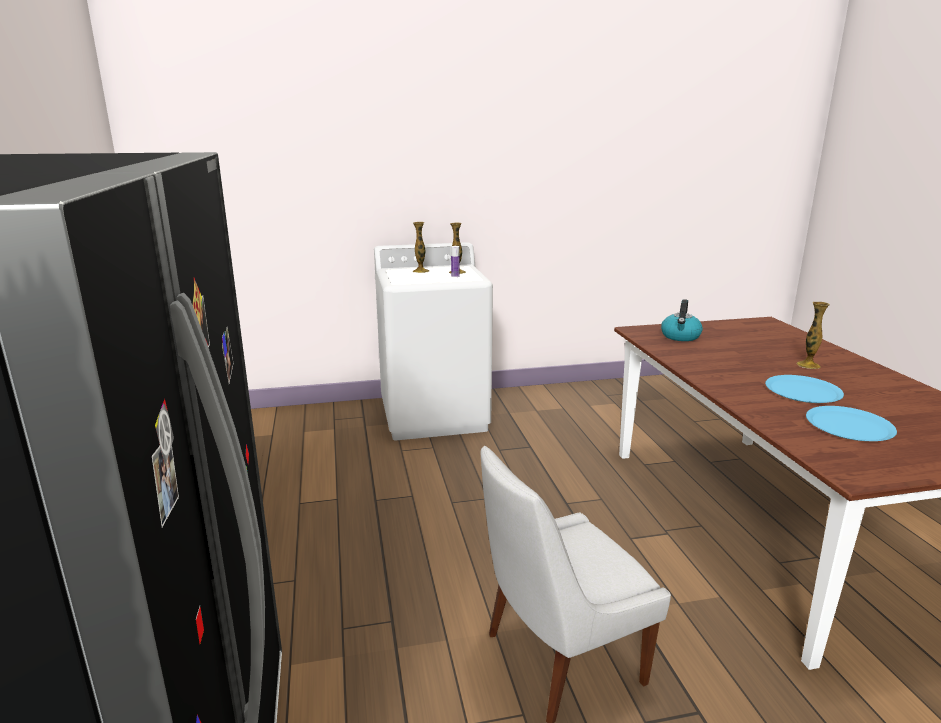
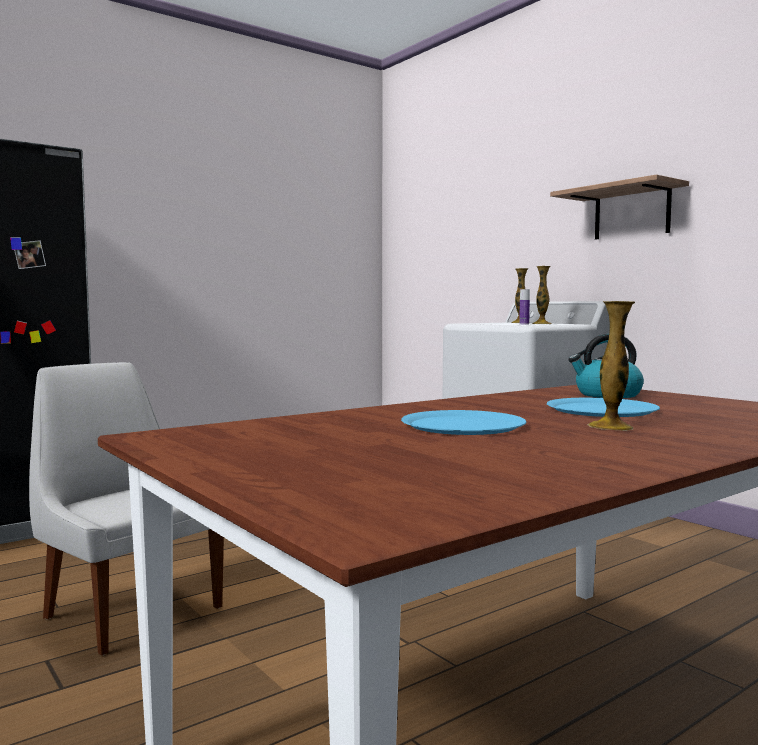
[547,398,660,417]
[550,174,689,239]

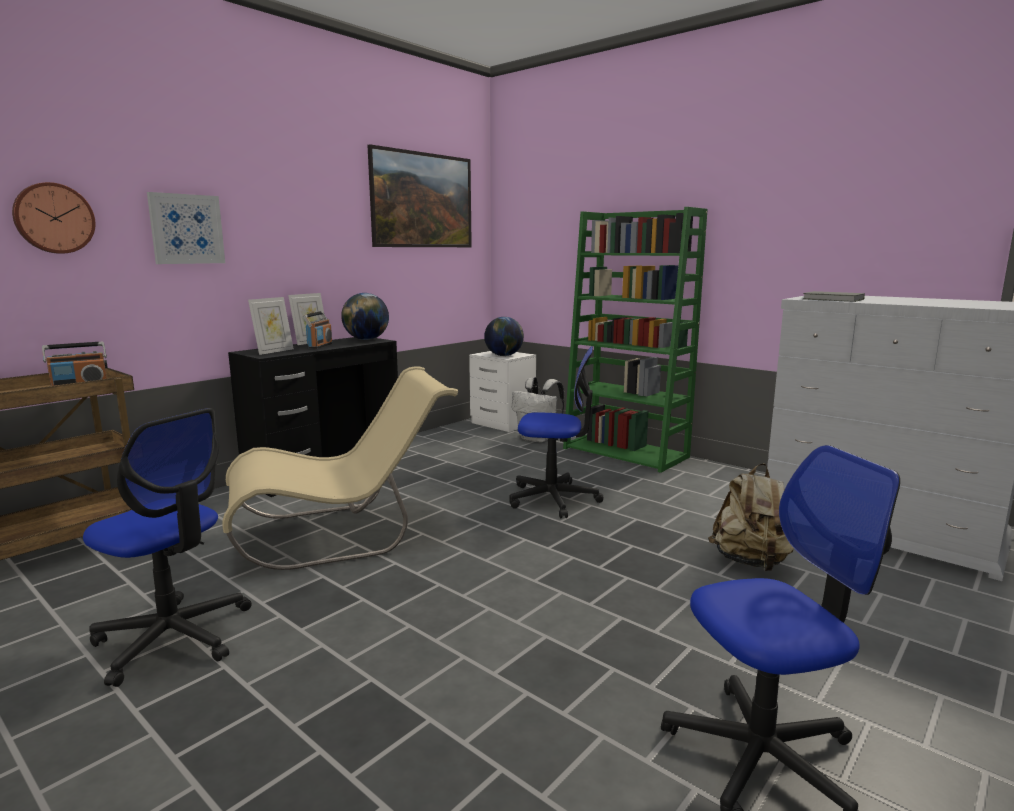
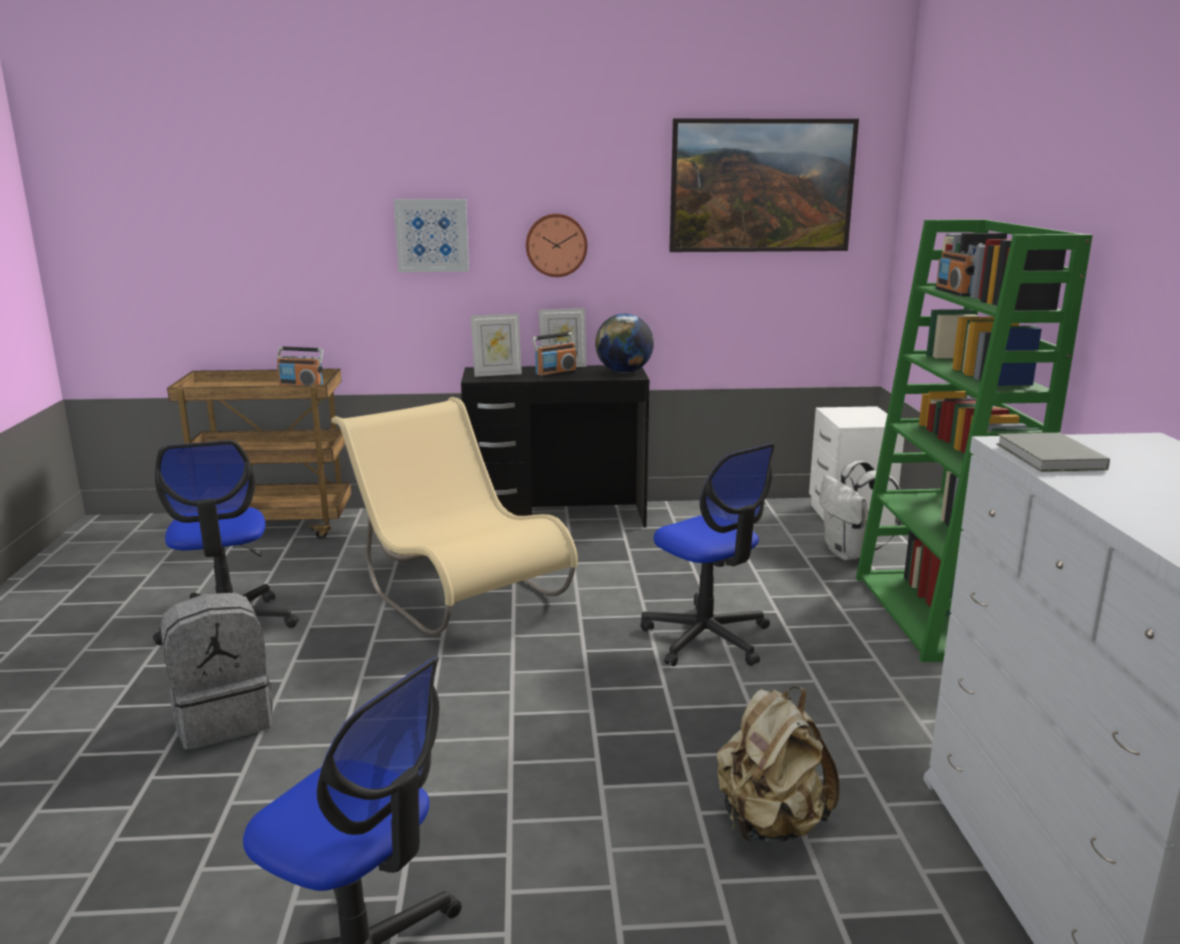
[526,214,587,277]
[331,397,578,635]
[484,317,524,356] (first image)
[160,593,273,750]
[935,240,985,296]

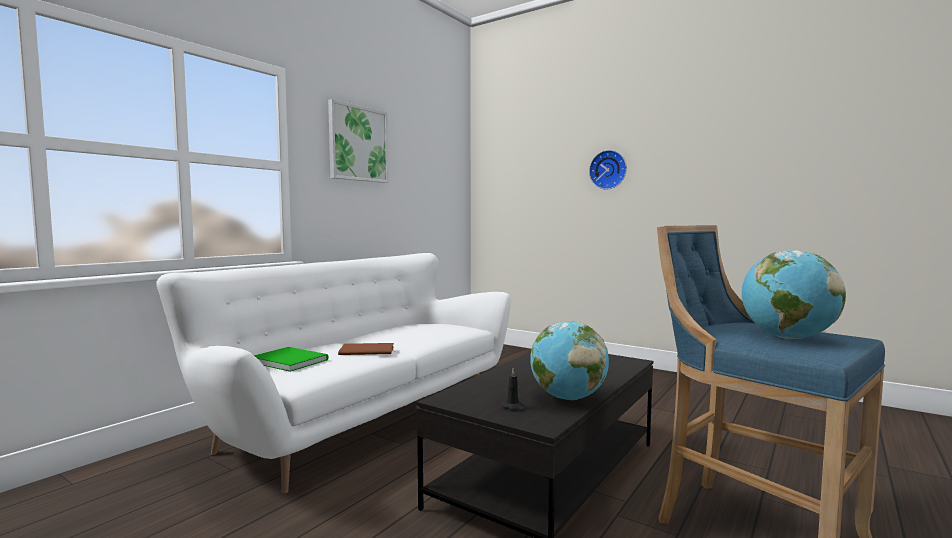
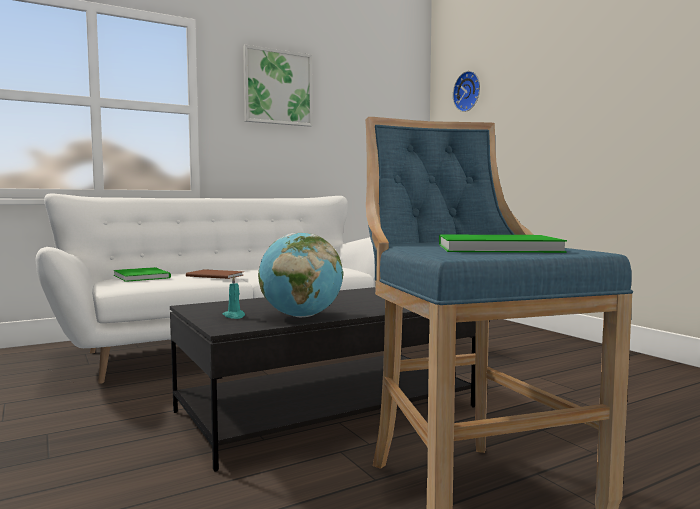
[223,275,245,319]
[453,71,480,112]
[439,235,567,253]

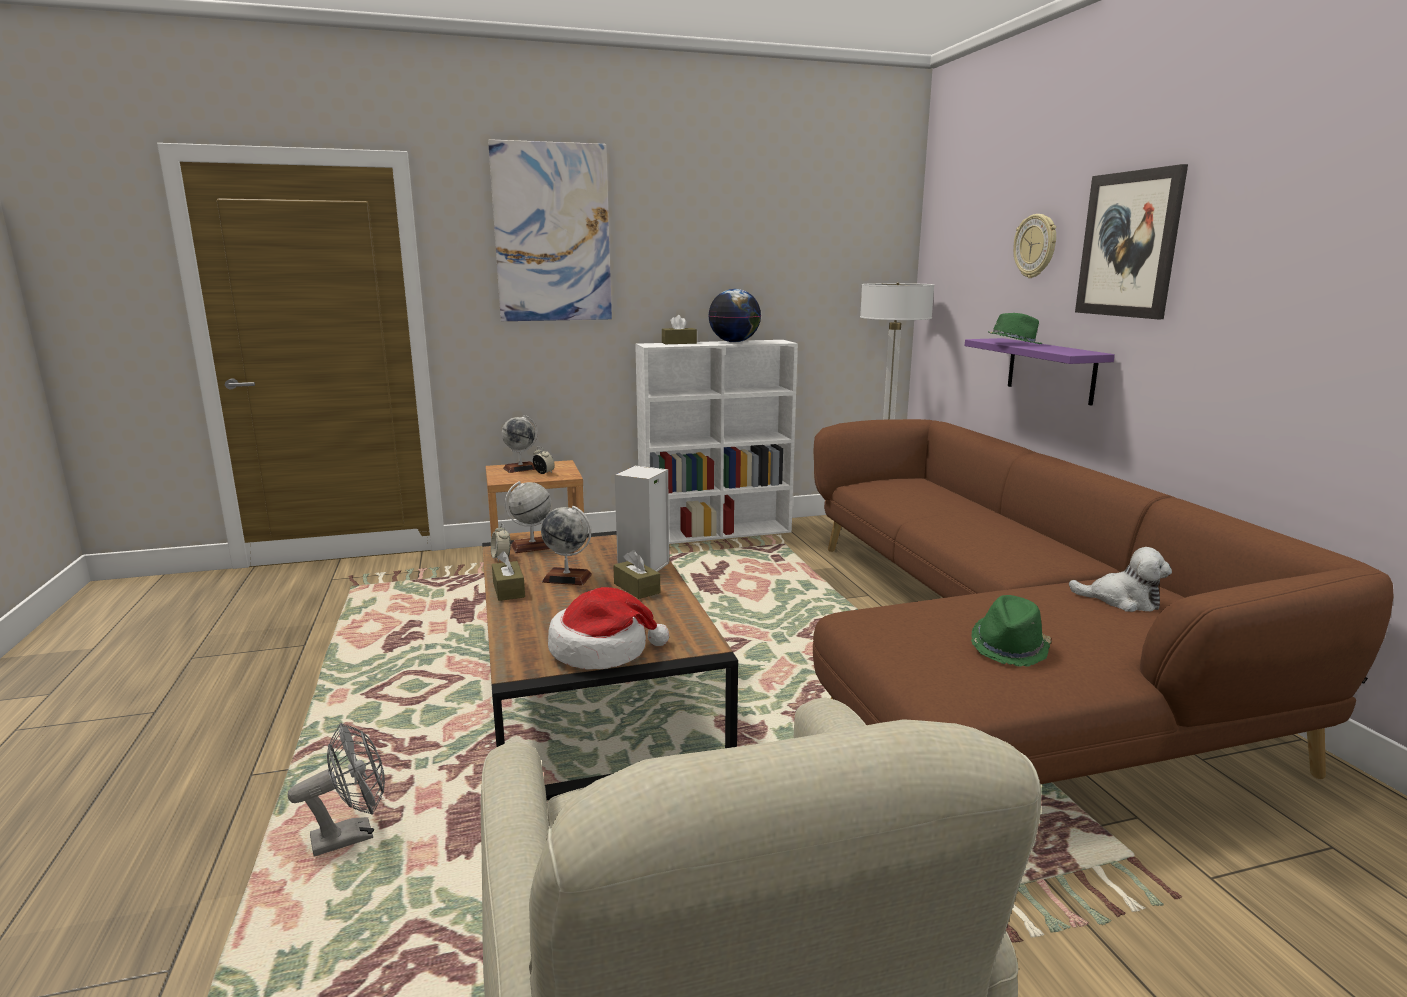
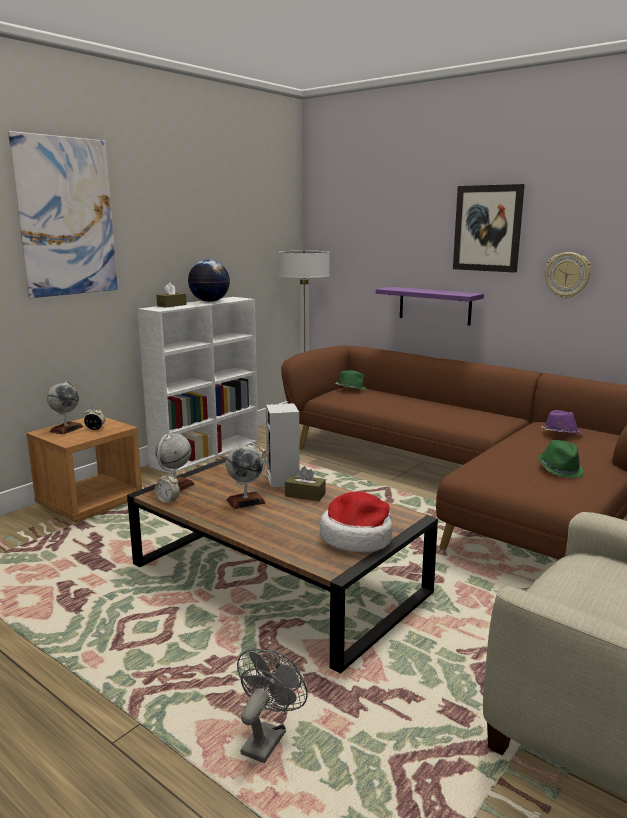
[492,551,525,601] (first image)
[335,370,367,389]
[545,252,591,298]
[541,410,583,433]

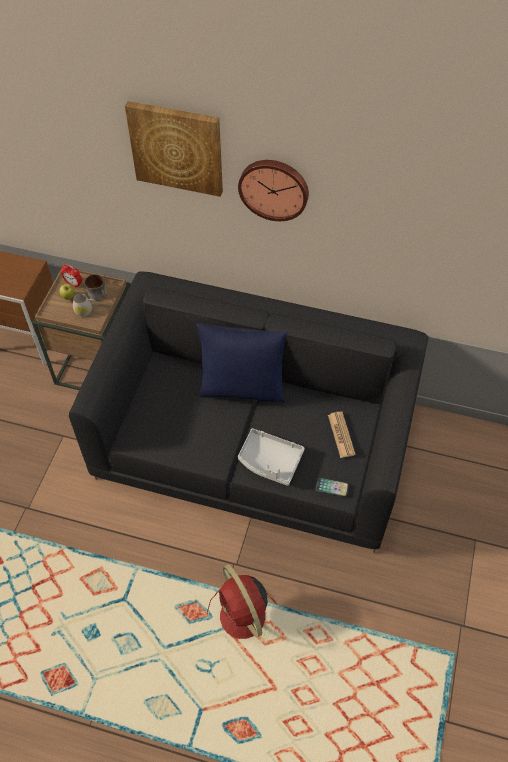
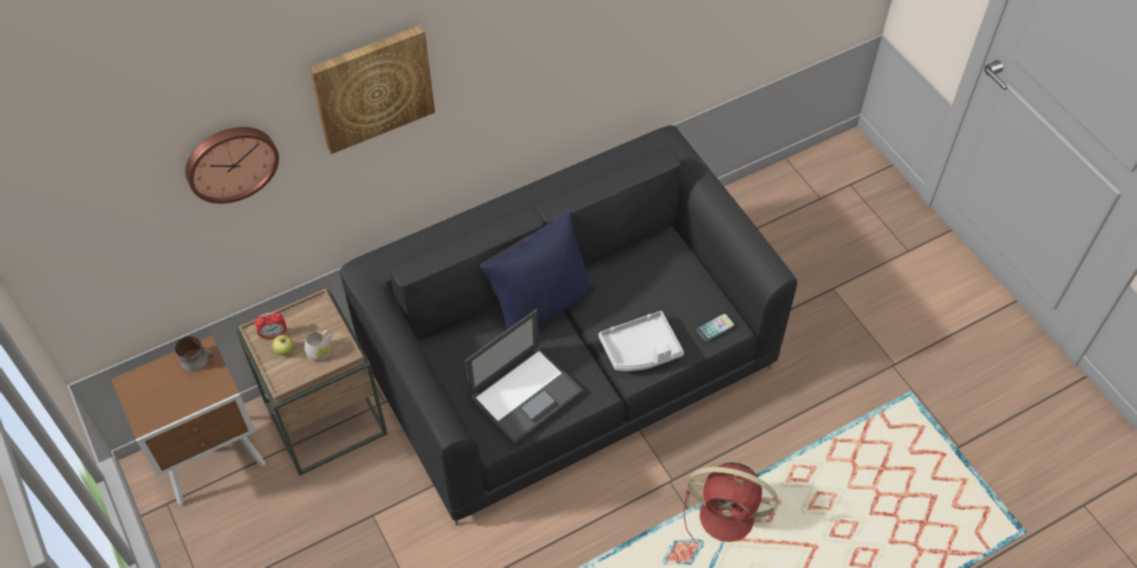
[175,335,214,372]
[185,127,279,204]
[328,412,356,458] (first image)
[465,309,583,444]

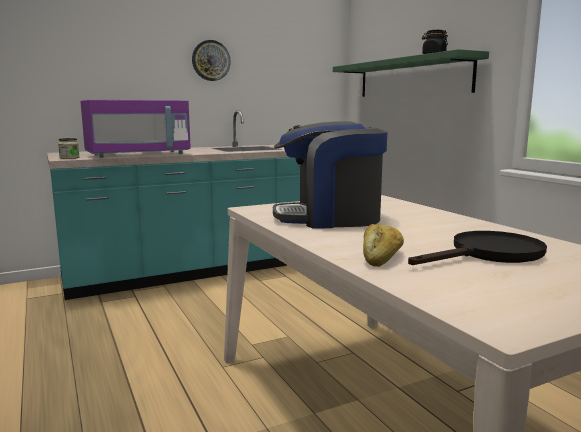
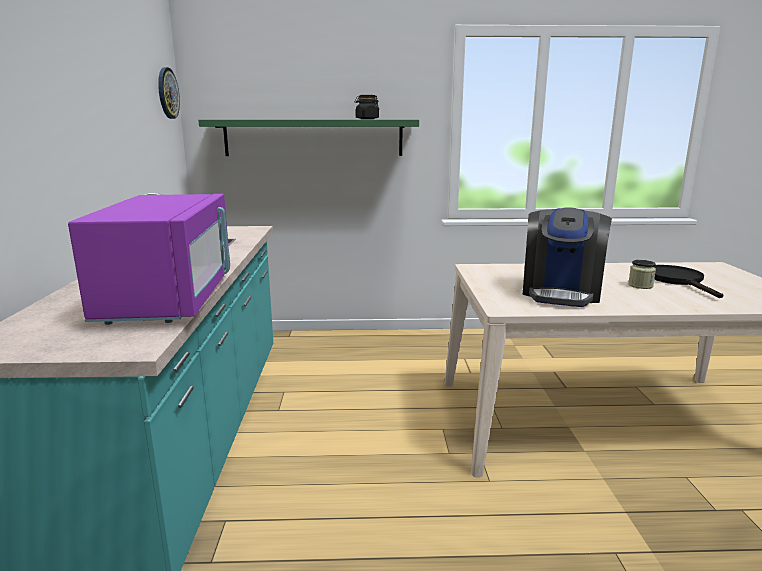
[628,260,656,289]
[158,67,180,119]
[363,224,404,267] (first image)

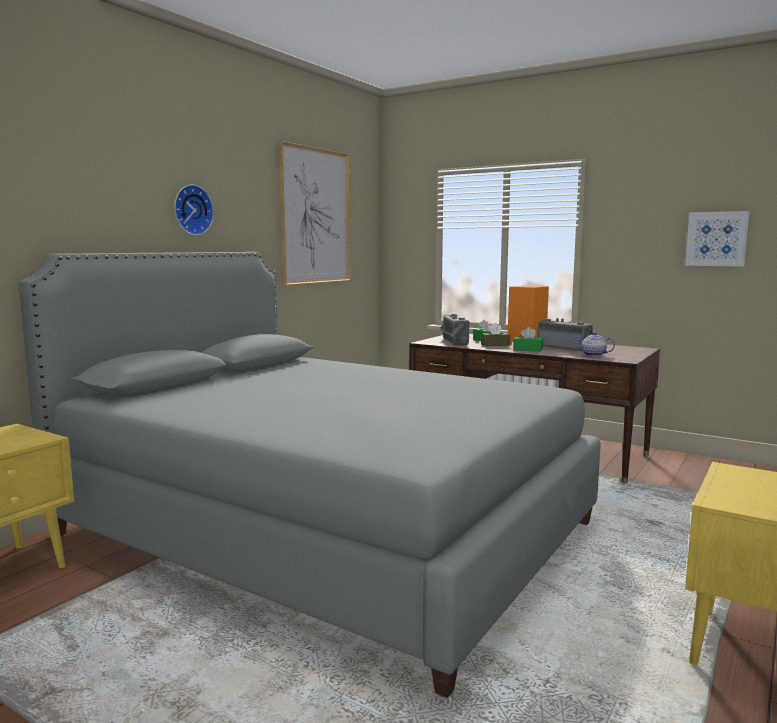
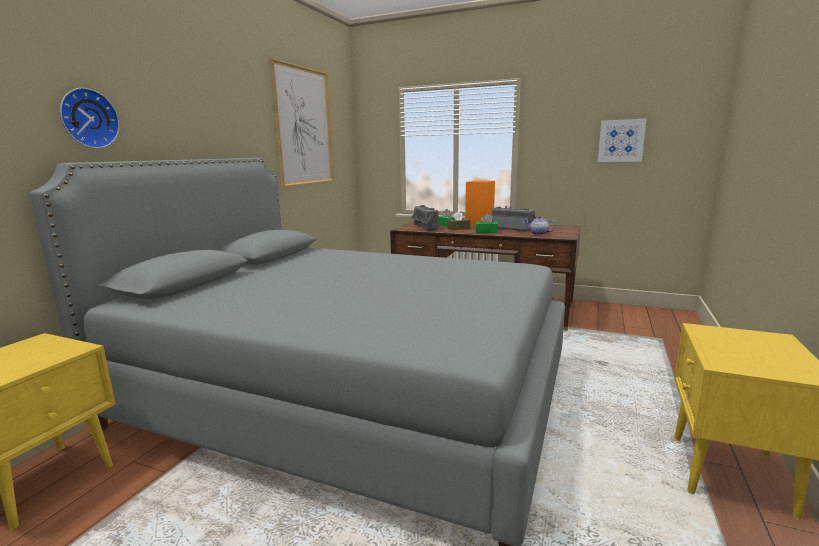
[60,88,120,149]

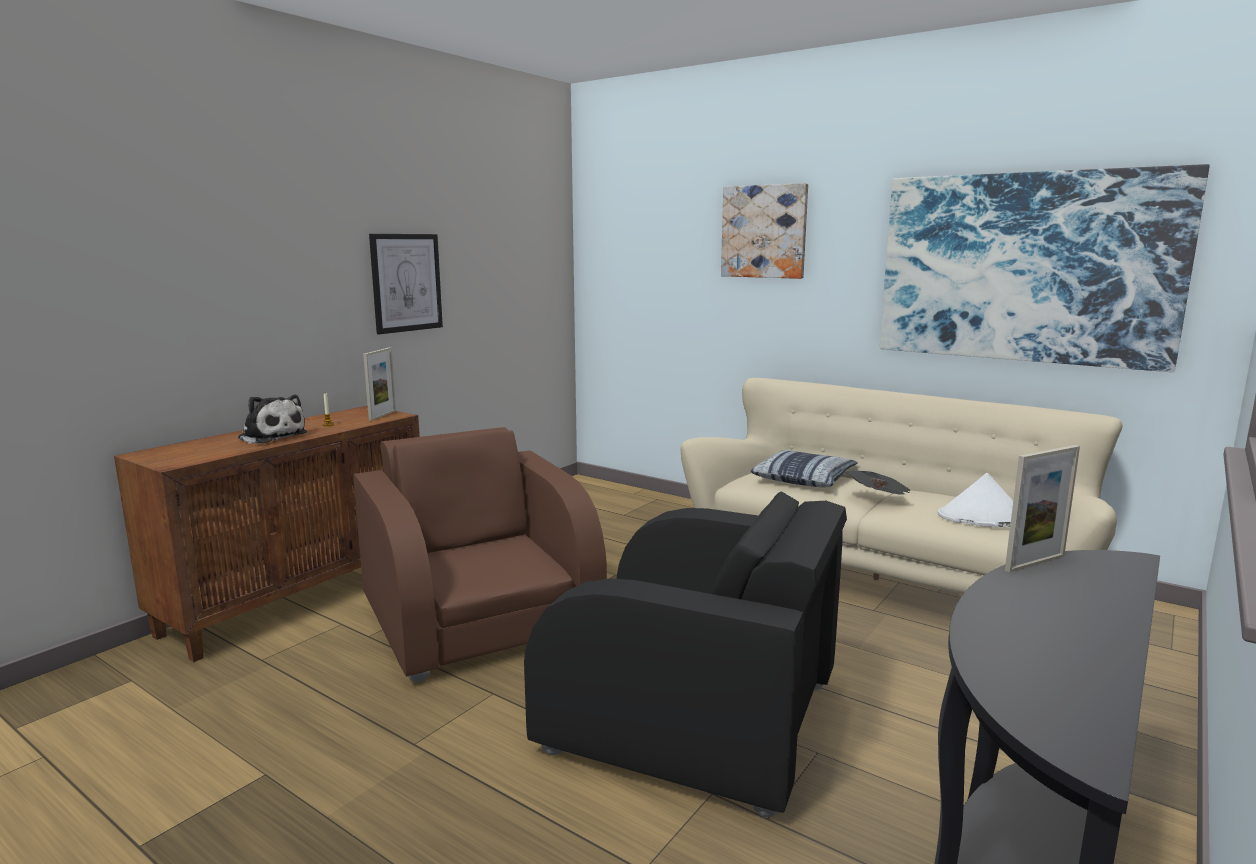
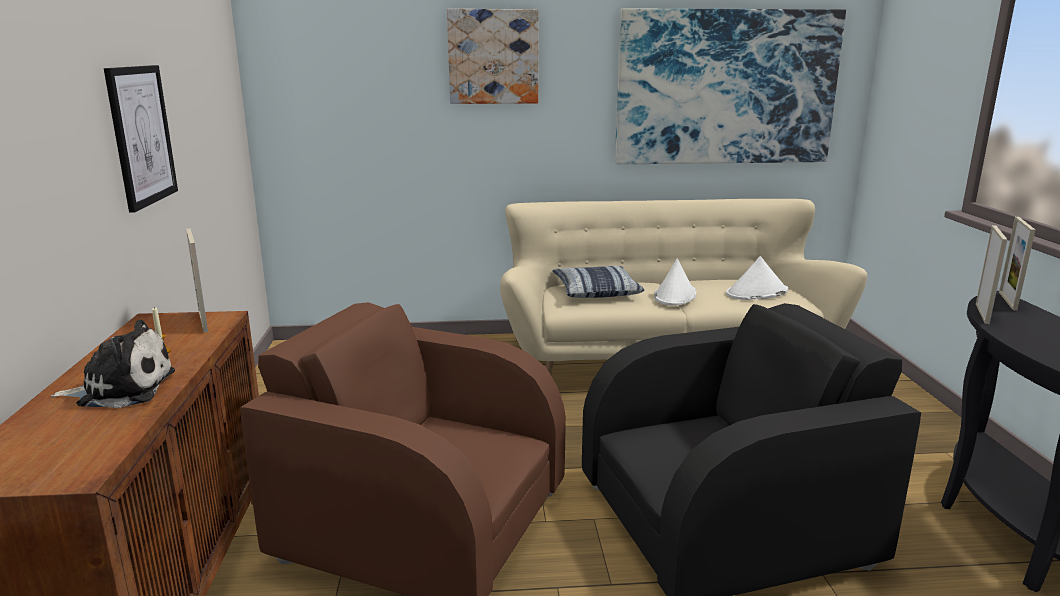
[654,258,696,306]
[999,217,1035,311]

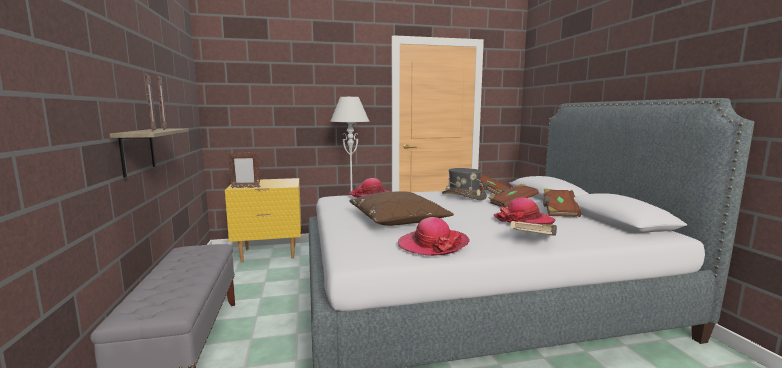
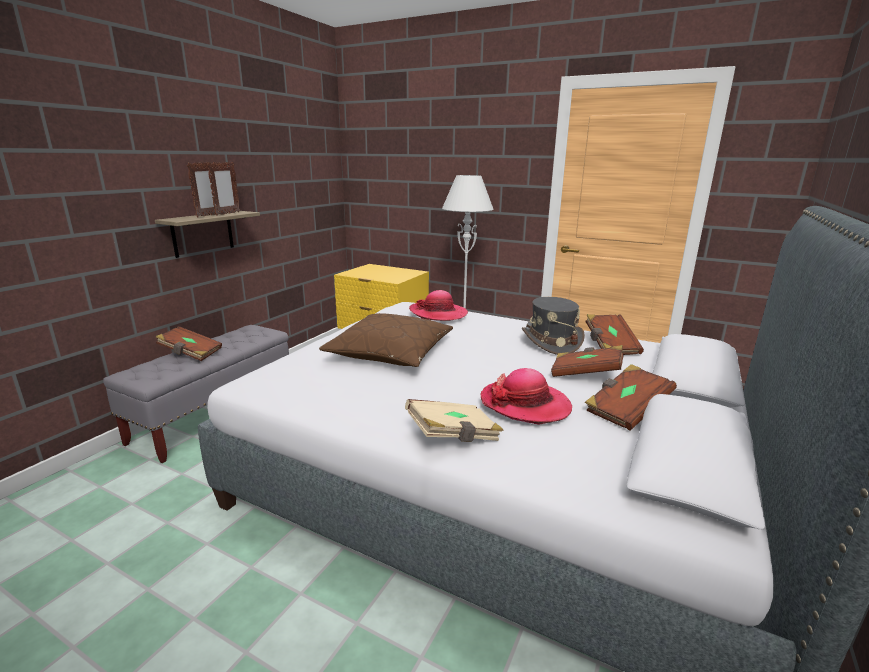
[228,152,260,188] (first image)
[398,217,470,256] (first image)
[156,326,222,361]

